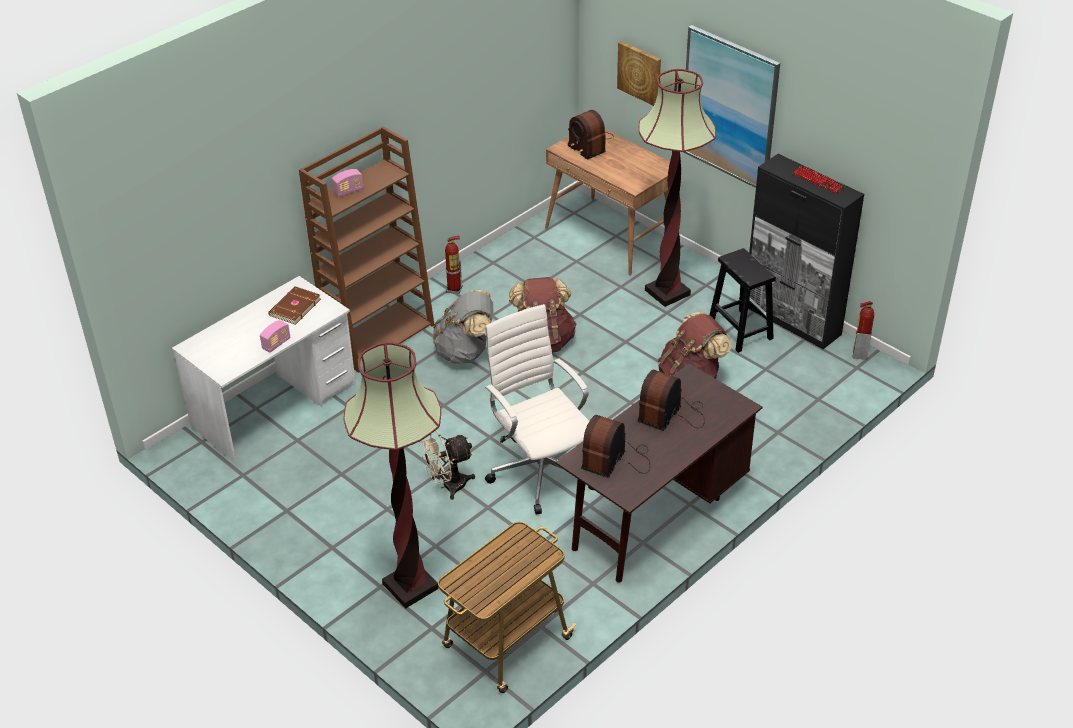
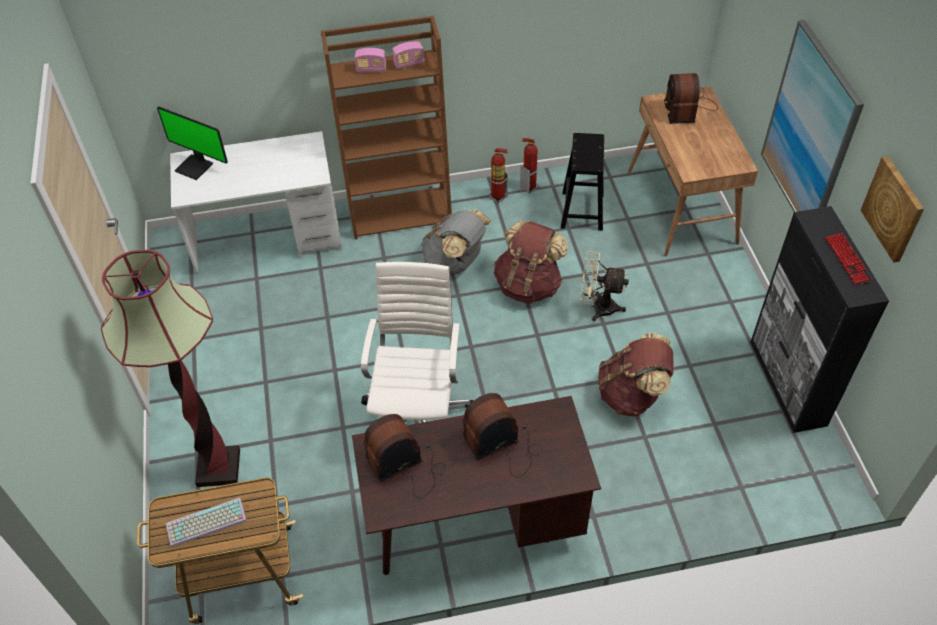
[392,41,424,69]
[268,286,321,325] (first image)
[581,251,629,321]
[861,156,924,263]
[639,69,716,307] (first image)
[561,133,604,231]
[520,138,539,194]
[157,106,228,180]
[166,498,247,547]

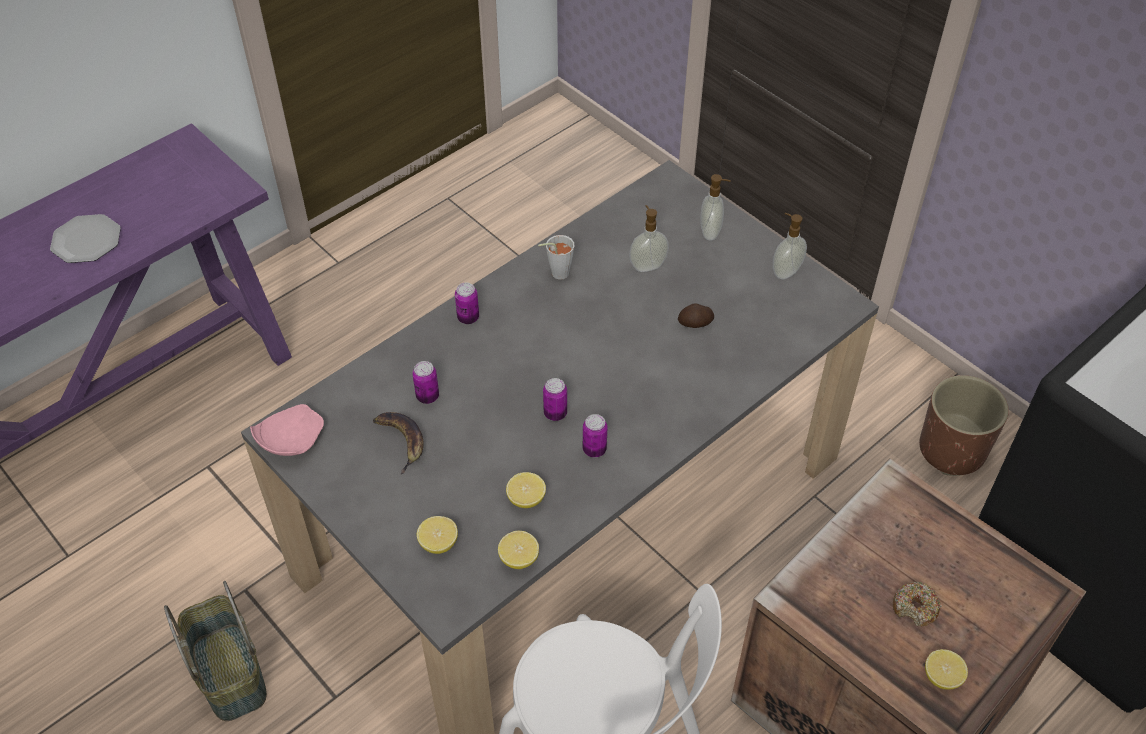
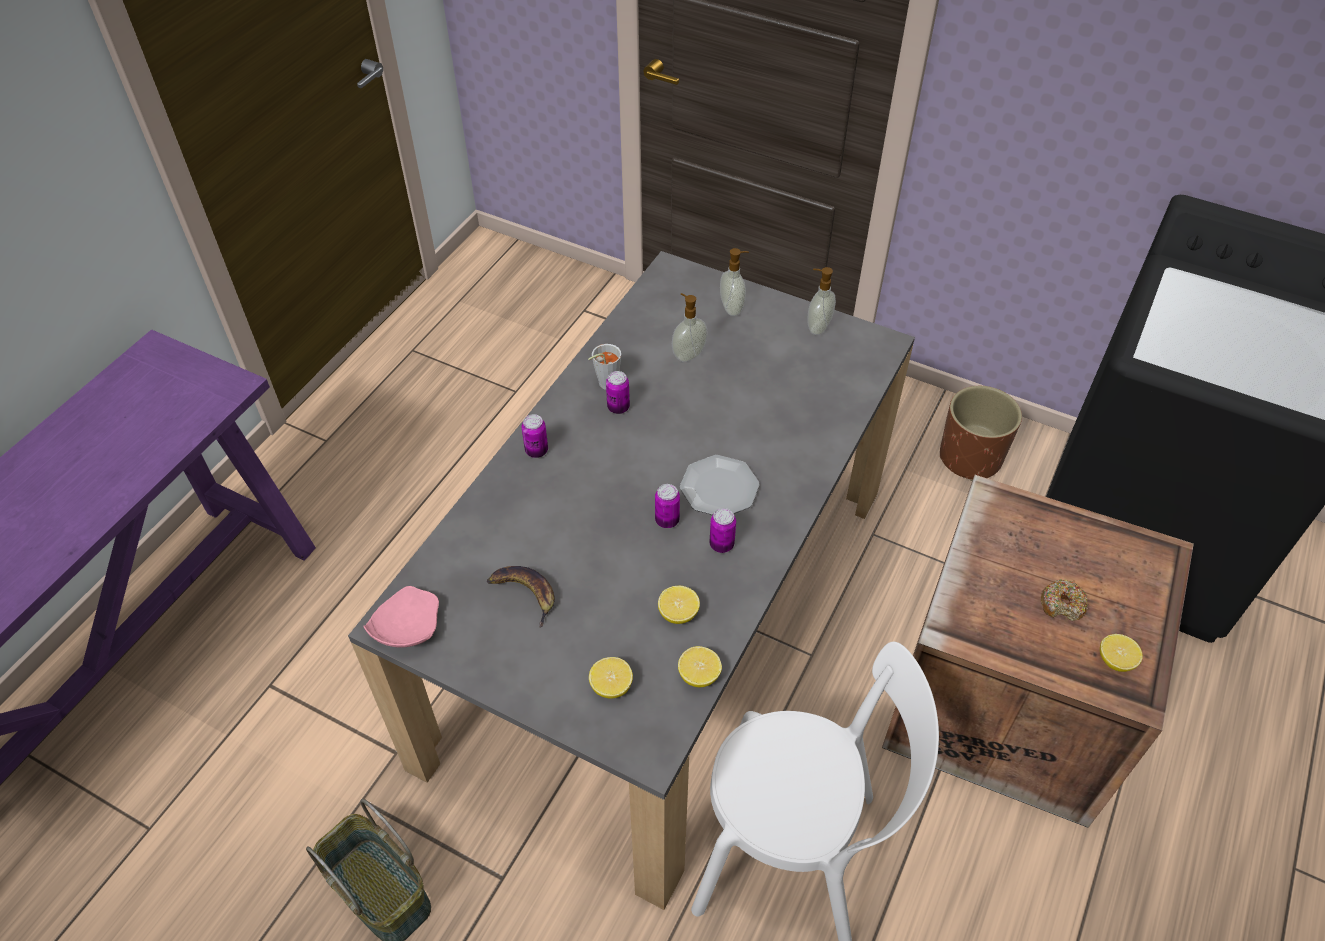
[680,455,760,515]
[606,371,630,414]
[678,303,714,328] (first image)

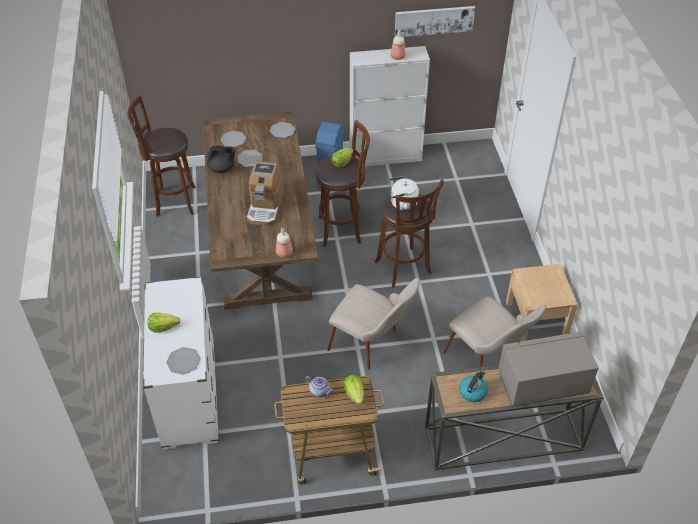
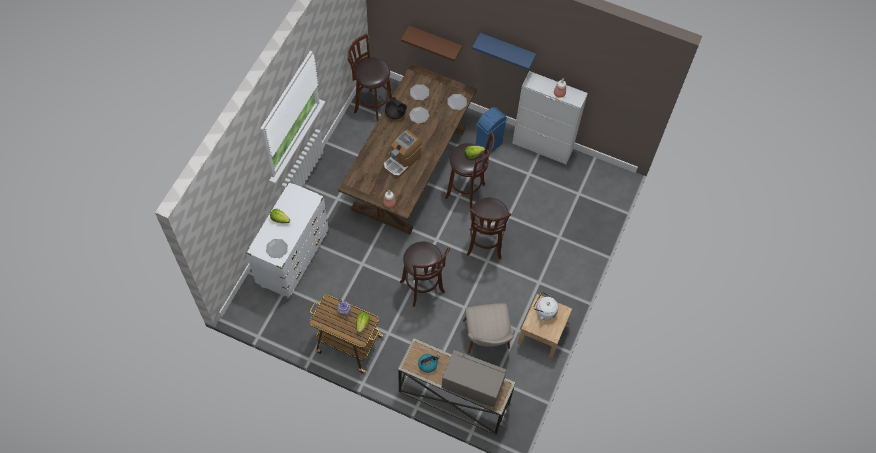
[400,242,450,307]
[533,292,558,320]
[395,6,475,37] (first image)
[401,26,462,62]
[472,33,536,70]

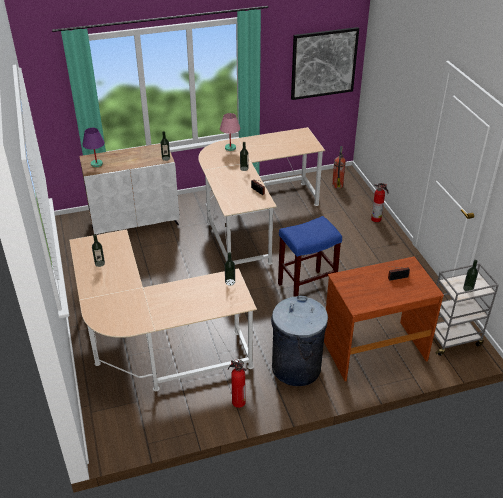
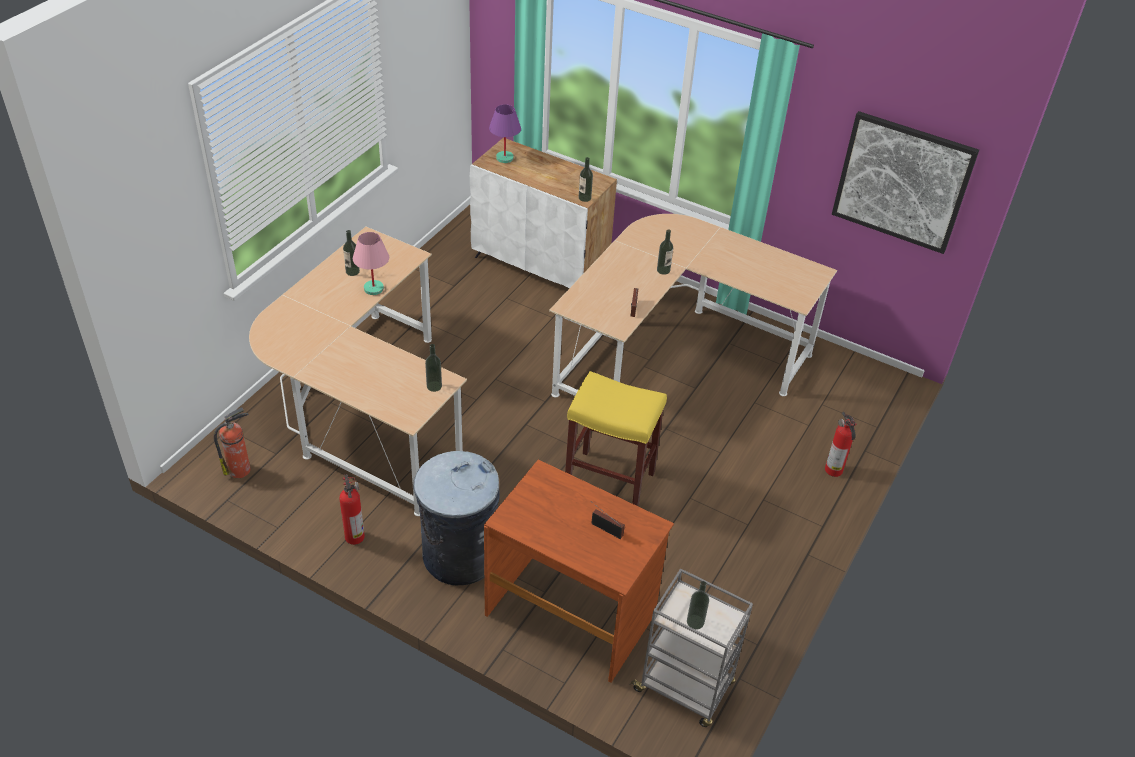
[353,232,389,295]
[565,371,667,507]
[214,407,251,478]

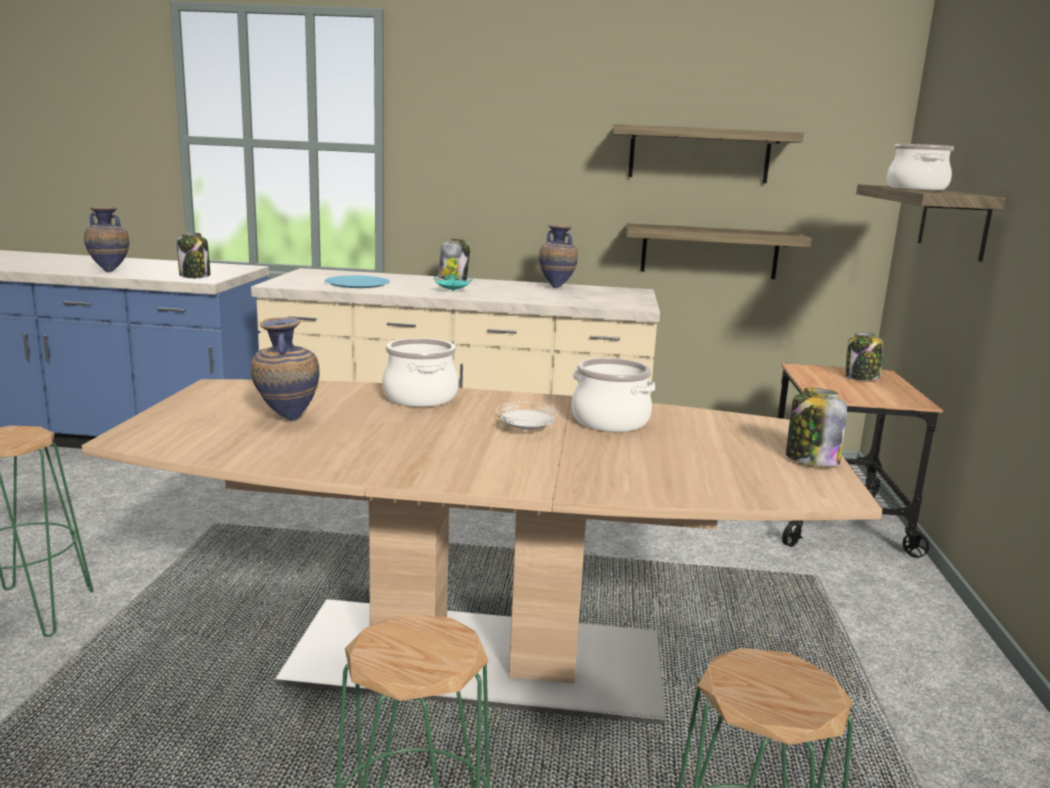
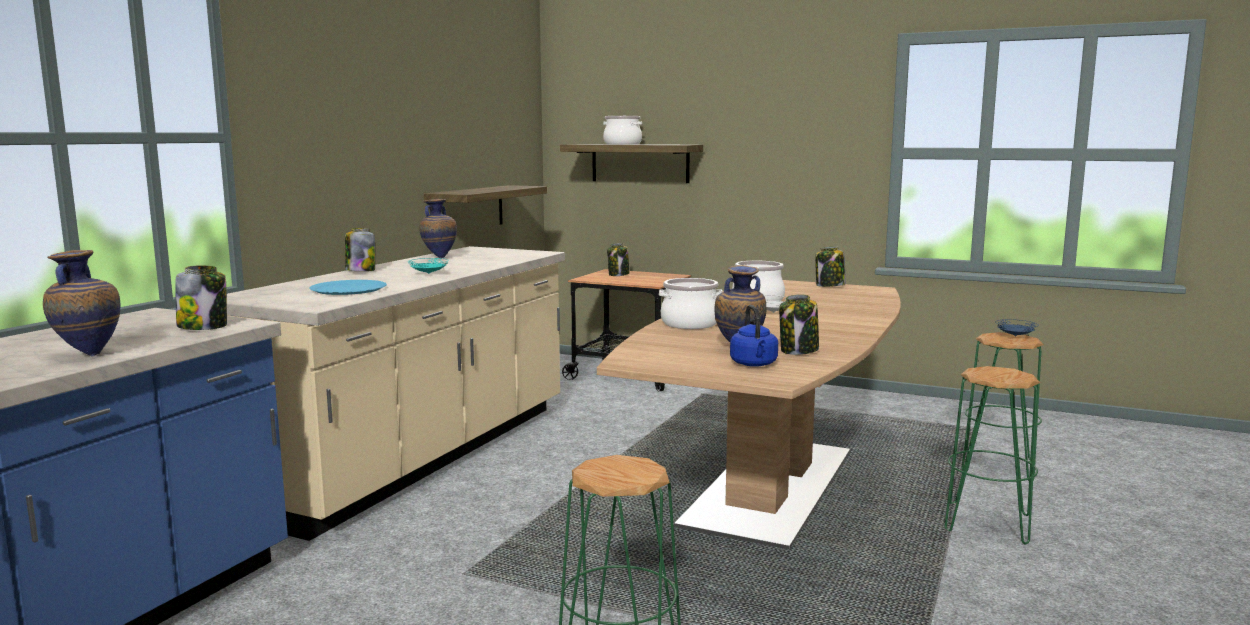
[613,124,804,184] (first image)
[730,305,778,367]
[779,294,819,355]
[995,319,1038,337]

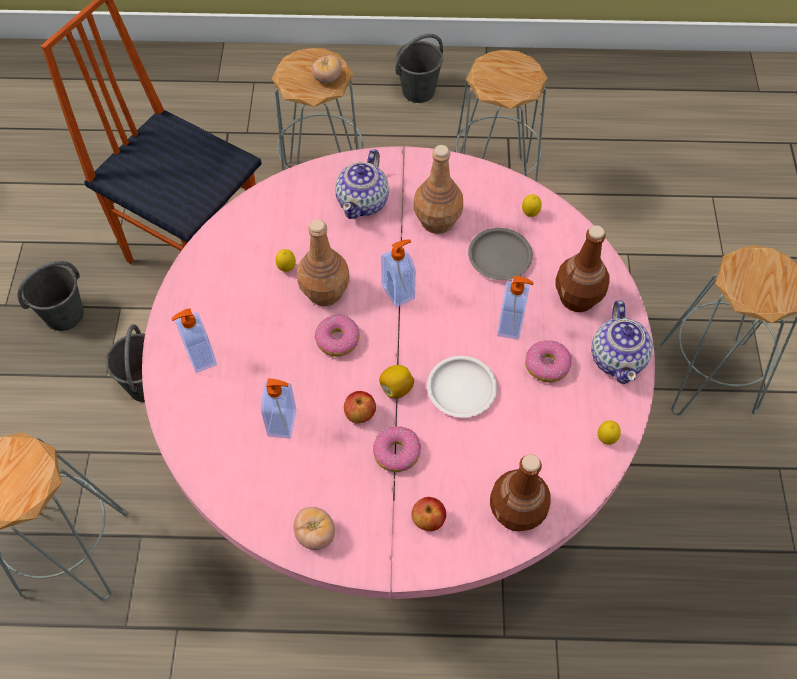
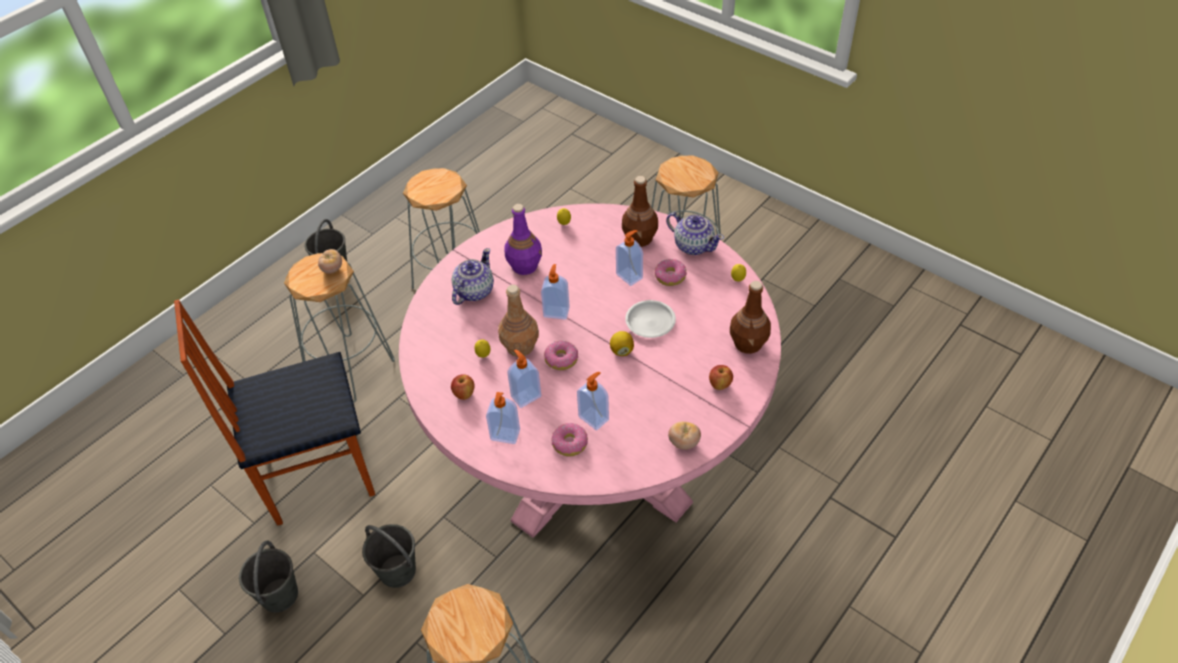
[451,248,494,305]
[451,374,475,400]
[551,423,588,456]
[504,204,542,275]
[468,228,533,280] (first image)
[507,350,541,408]

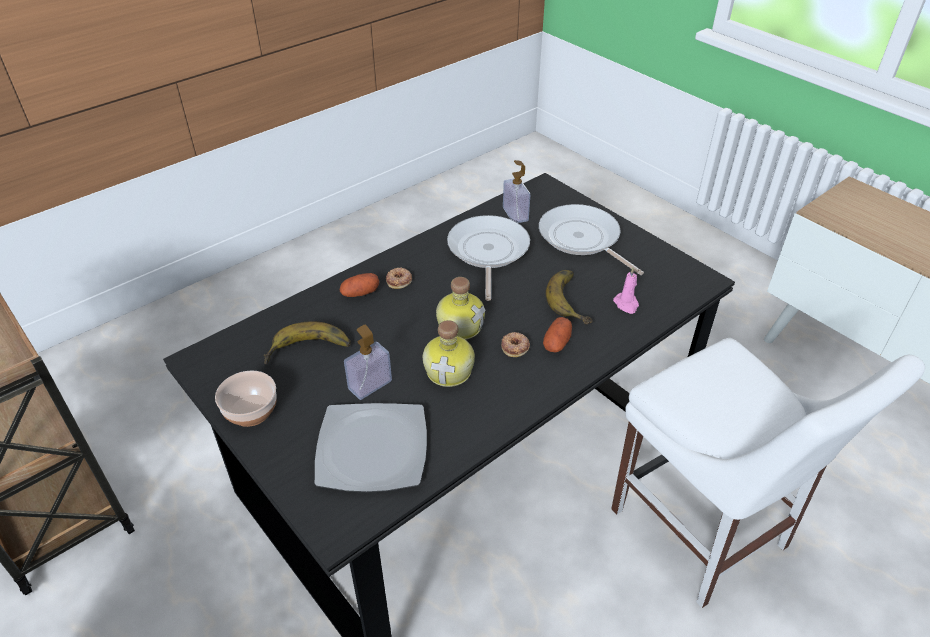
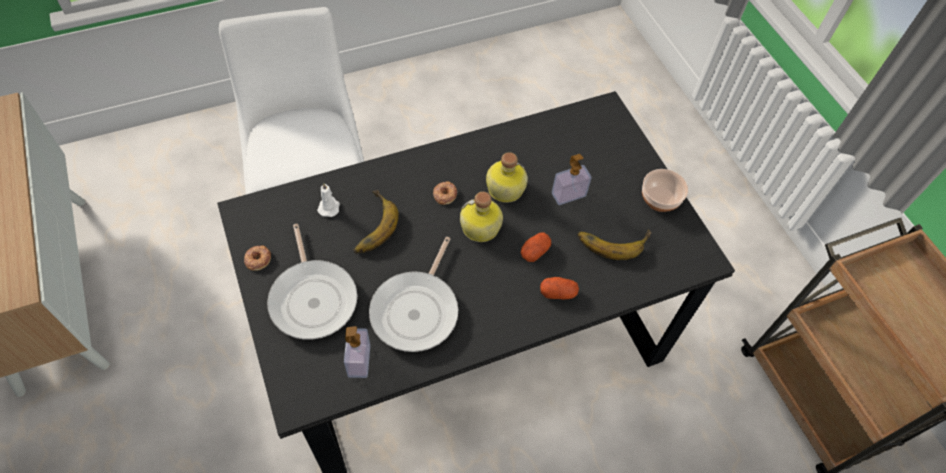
[315,403,427,492] (first image)
[244,245,271,271]
[521,232,551,262]
[317,183,340,217]

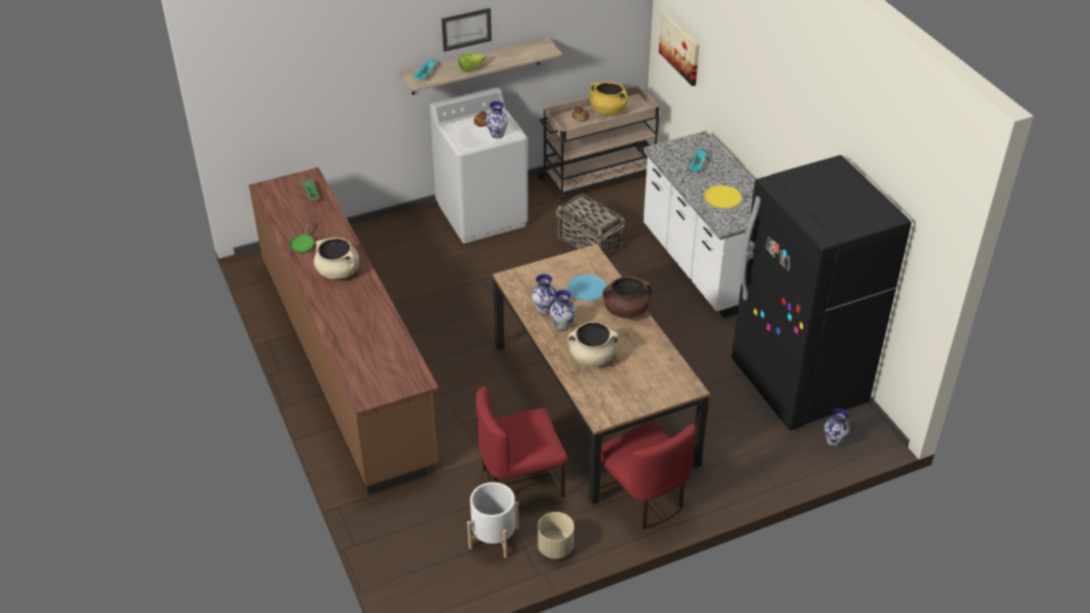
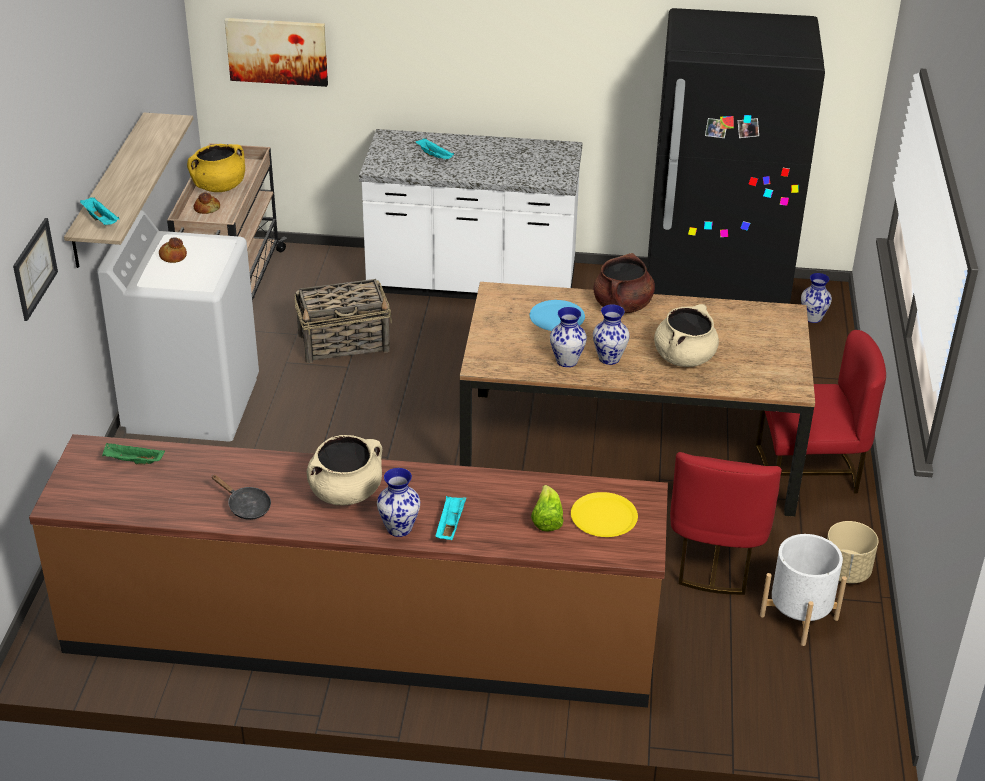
[212,475,271,520]
[13,218,58,321]
[531,485,564,532]
[377,468,420,537]
[571,492,638,537]
[435,496,467,540]

